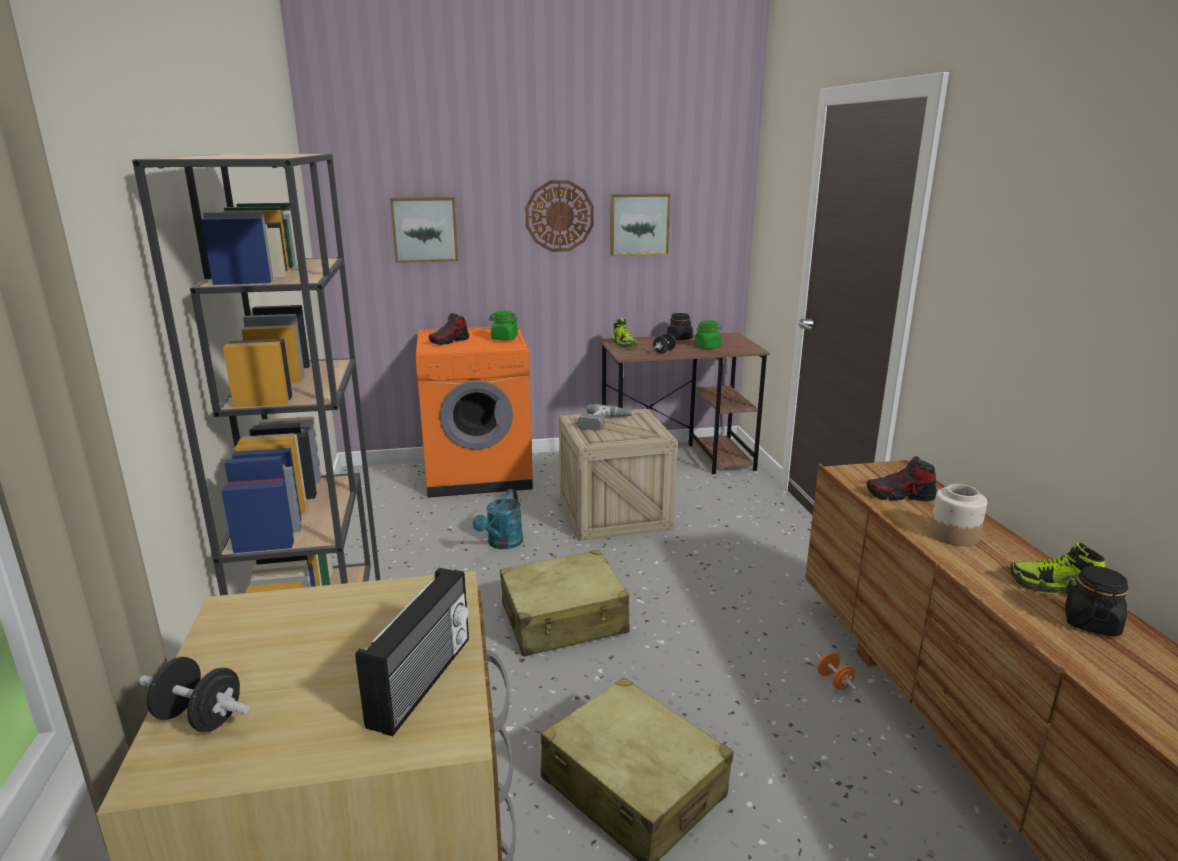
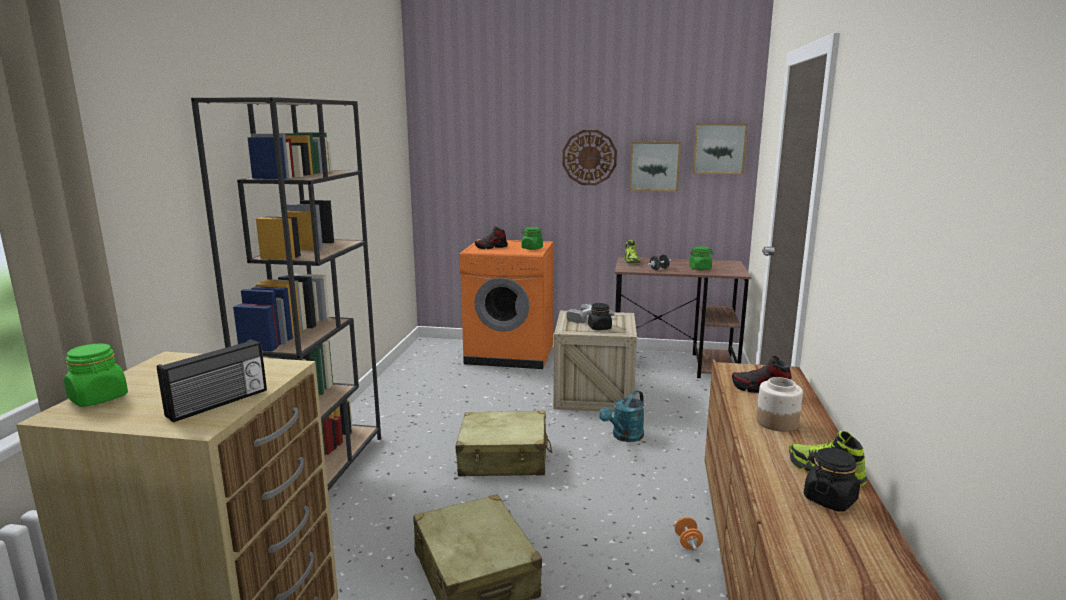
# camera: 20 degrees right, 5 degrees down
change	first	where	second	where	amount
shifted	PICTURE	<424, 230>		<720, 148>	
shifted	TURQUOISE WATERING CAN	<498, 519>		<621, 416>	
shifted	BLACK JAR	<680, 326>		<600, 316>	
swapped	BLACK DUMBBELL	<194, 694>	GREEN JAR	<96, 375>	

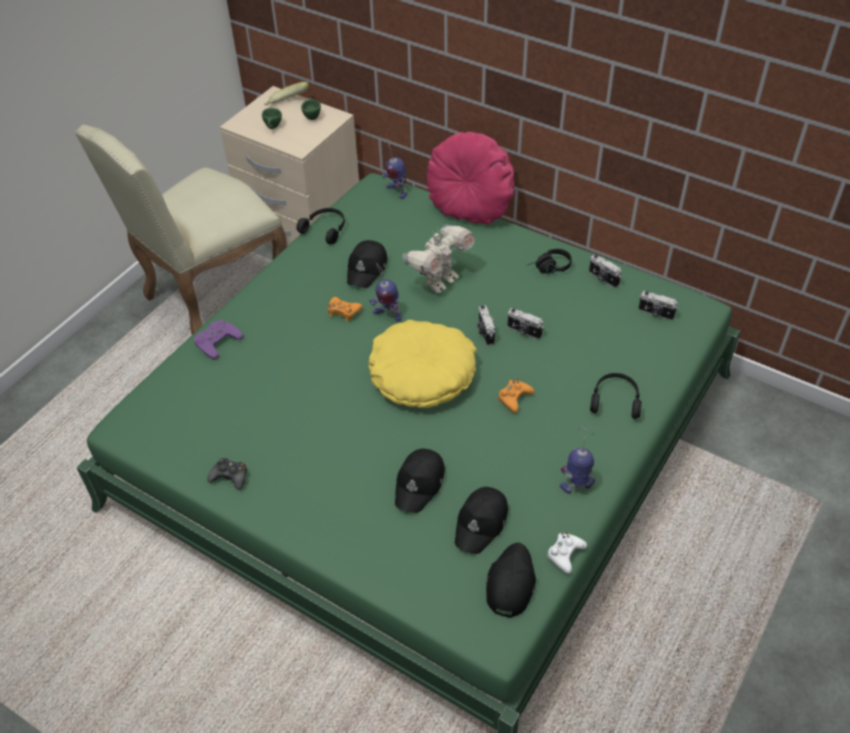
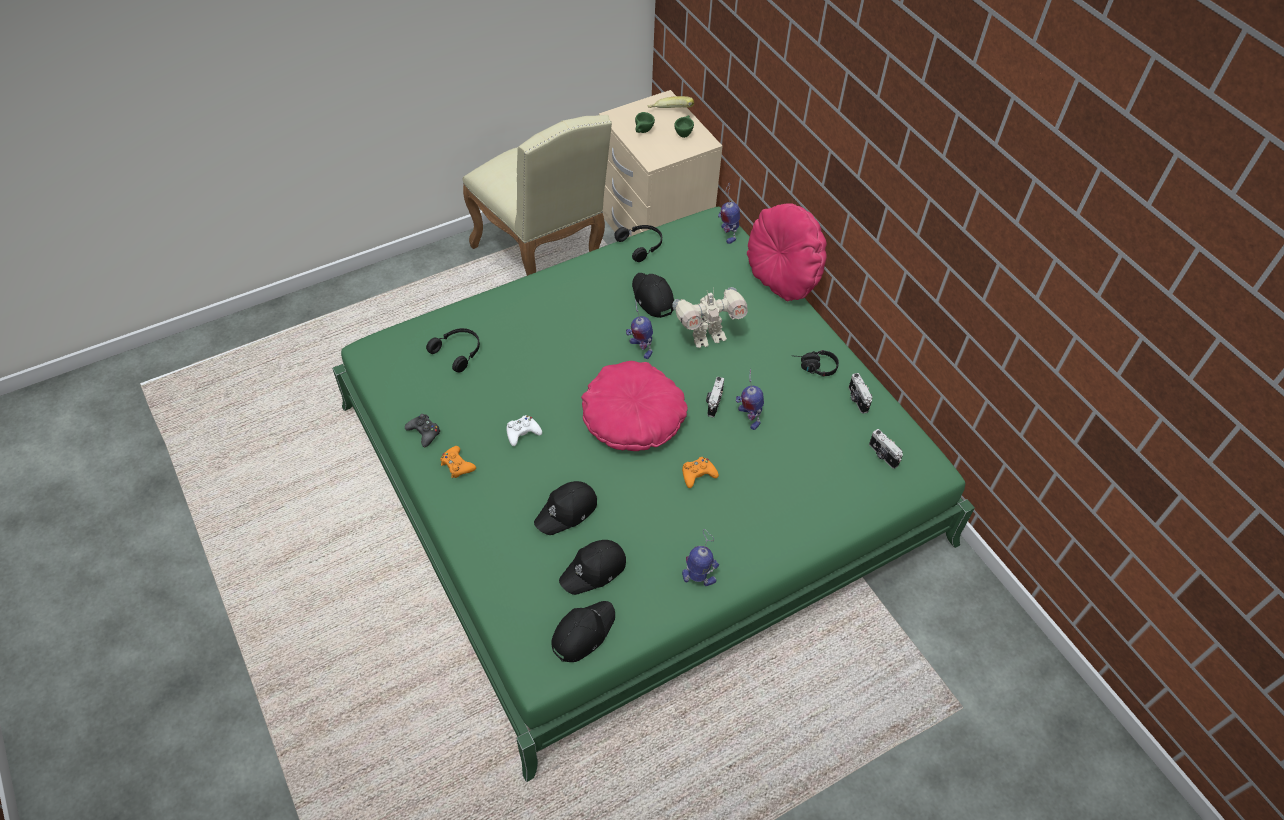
# camera: 25 degrees right, 5 degrees up
change	first	where	second	where	amount
gone	PURPLE GAME CONTROLLER	<218, 340>			
shifted	ORANGE GAME CONTROLLER	<345, 309>		<458, 462>	
shifted	WHITE GAME CONTROLLER	<567, 553>		<524, 430>	
shifted	BLACK HEADPHONES	<616, 396>		<453, 350>	
swapped	PHOTO CAMERA	<525, 323>	TOY ROBOT	<750, 399>	
repainted	YELLOW PILLOW	<423, 364>	PINK PILLOW	<634, 406>	
rotated	BEIGE CHAIR	<181, 230>		<537, 195>	105 degrees counterclockwise
rotated	BLACK CAP	<367, 264>		<653, 295>	105 degrees clockwise

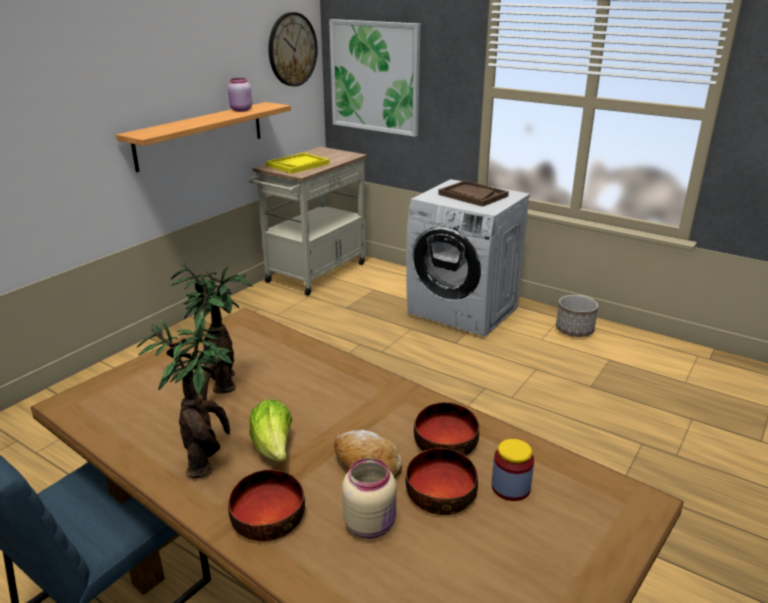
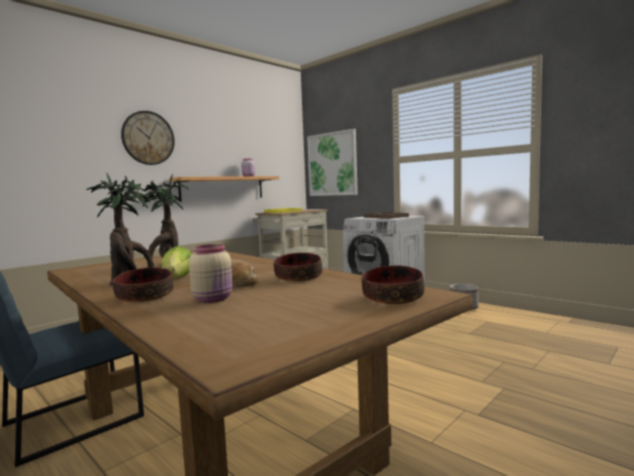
# camera: 10 degrees right, 20 degrees down
change	first	where	second	where	amount
gone	JAR	<513, 470>			
shifted	WALL CLOCK	<293, 49>		<148, 138>	
shifted	BOWL	<442, 481>		<393, 284>	

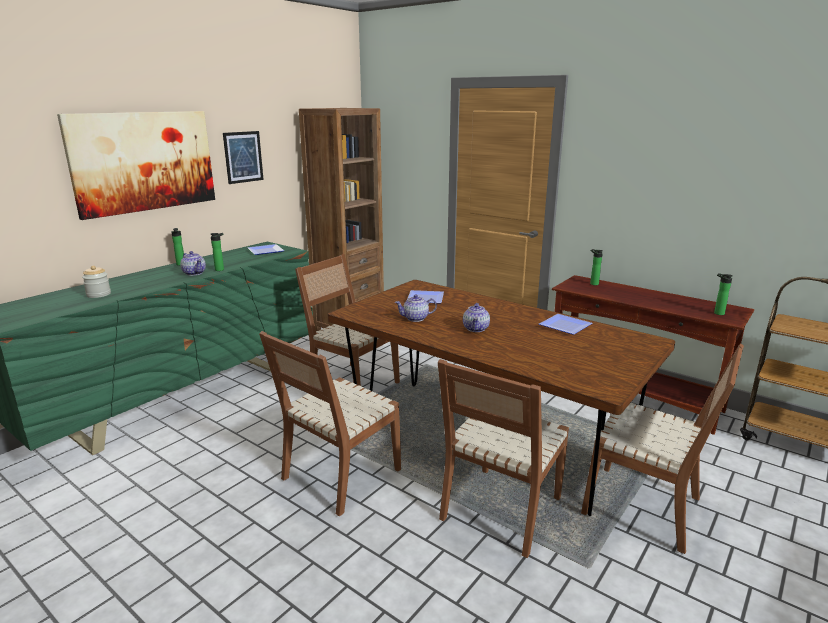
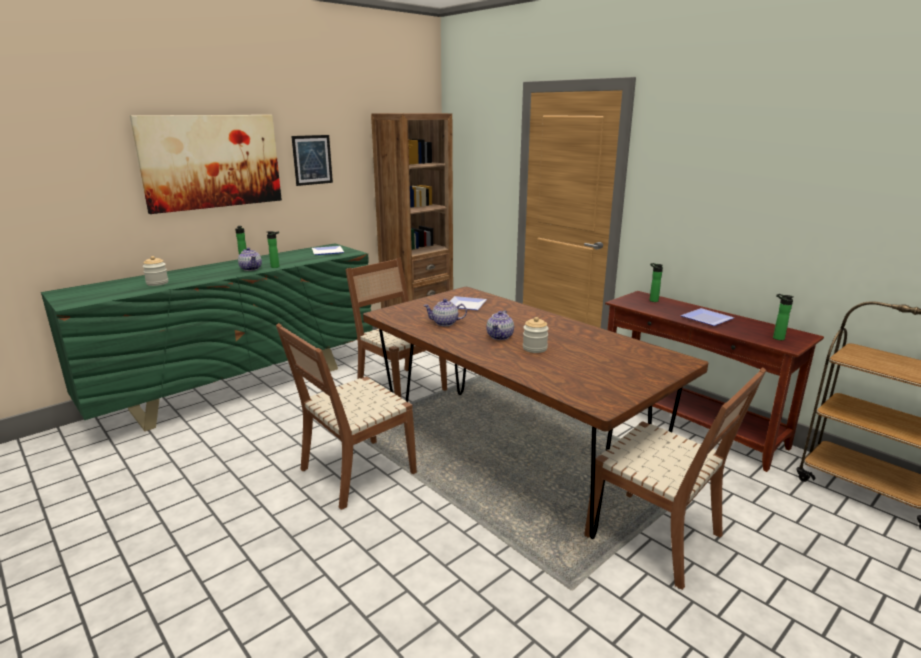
# camera: 10 degrees right, 0 degrees up
change	first	where	second	where	amount
gone	CHAIR	<503, 458>			
new			JAR	<536, 335>	
shifted	PLATE	<565, 324>		<707, 317>	

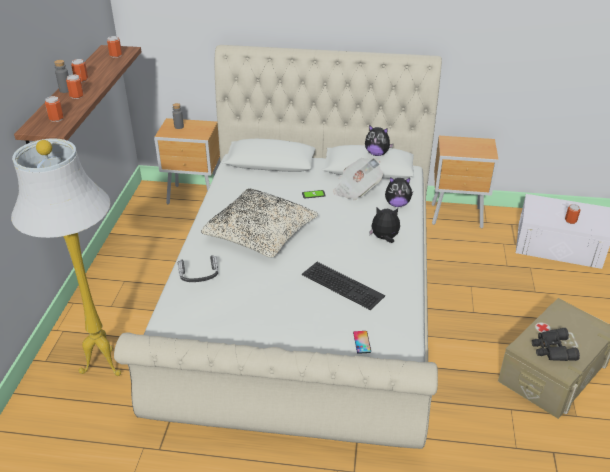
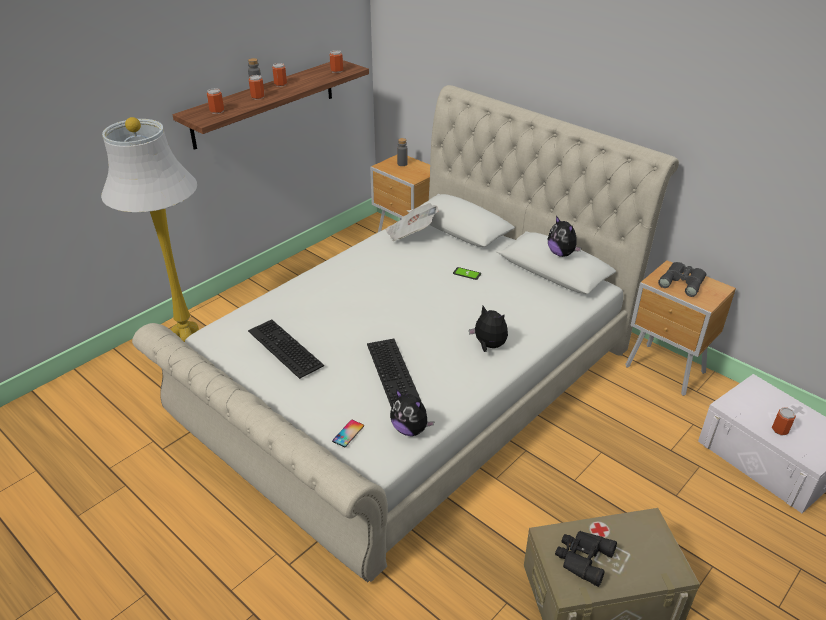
# camera: 35 degrees right, 0 degrees up
change	first	where	second	where	amount
gone	HEADPHONES	<198, 268>			
gone	BEIGE PILLOW	<259, 223>			
new			KEYBOARD	<286, 349>	
new			GREY BINOCULARS	<682, 279>	
shifted	NEWSPAPER	<358, 179>		<412, 222>	
shifted	PLUSH TOY	<399, 192>		<412, 412>	

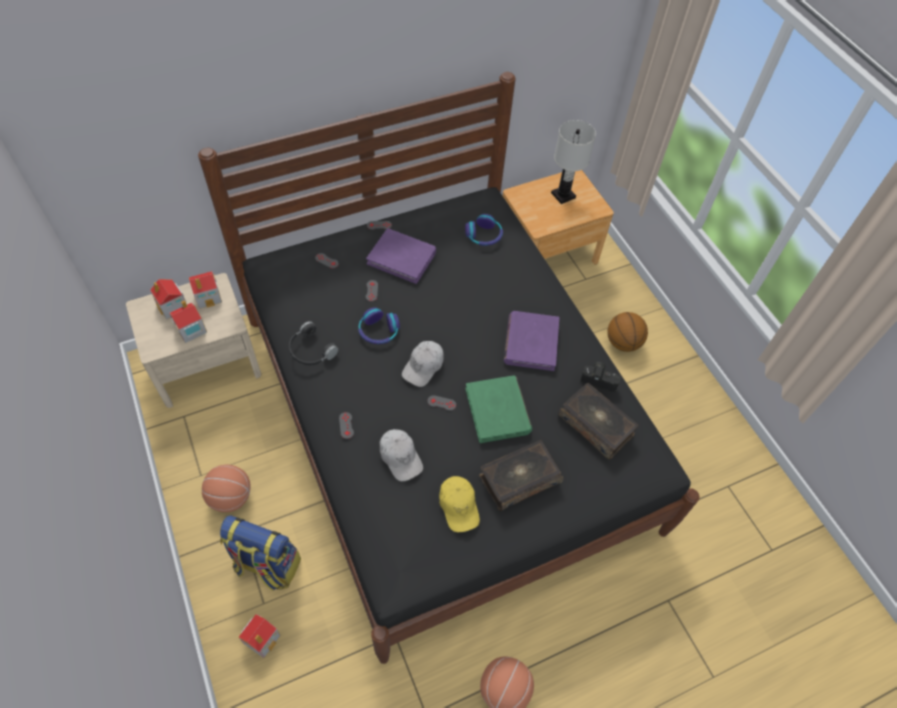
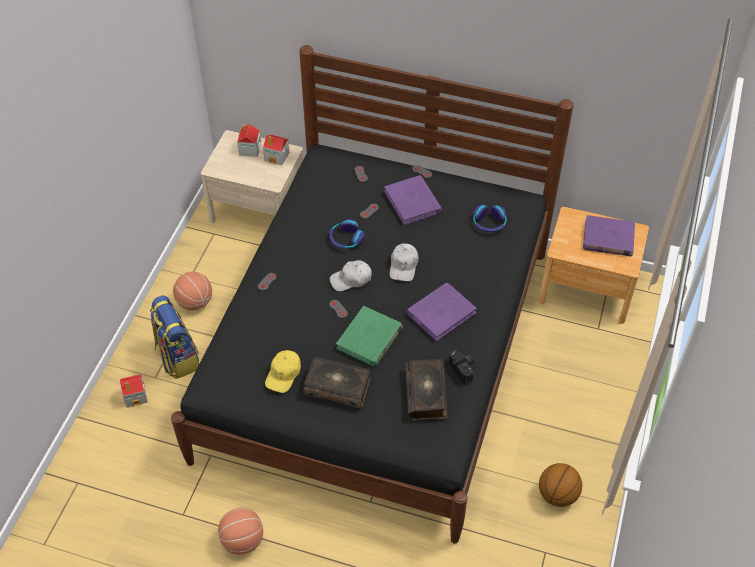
# camera: 45 degrees right, 5 degrees down
change	first	where	second	where	amount
gone	TOY HOUSE	<188, 321>			
gone	BLACK HEADPHONES	<313, 343>			
shifted	WHITE CAP	<401, 455>		<404, 262>	
shifted	BASKETBALL	<628, 332>		<560, 485>	
swapped	WHITE TABLE LAMP	<573, 162>	PURPLE BOOK	<609, 235>	

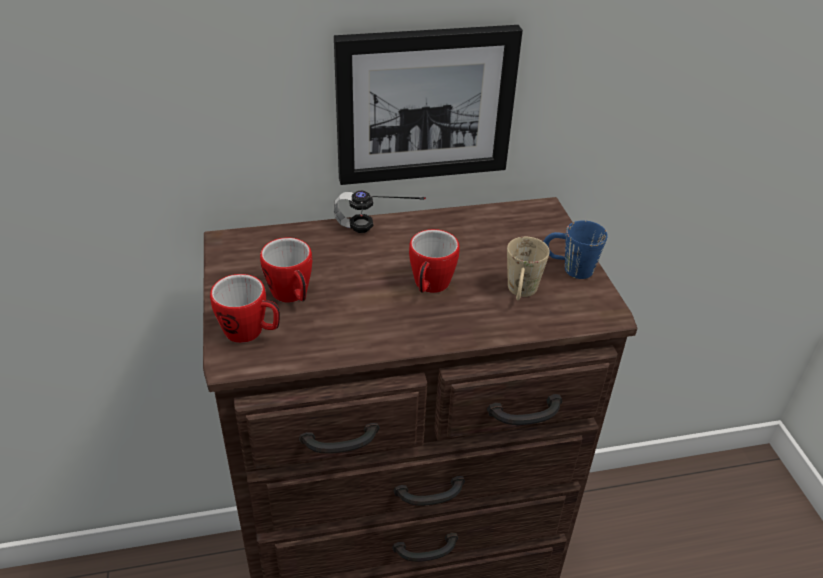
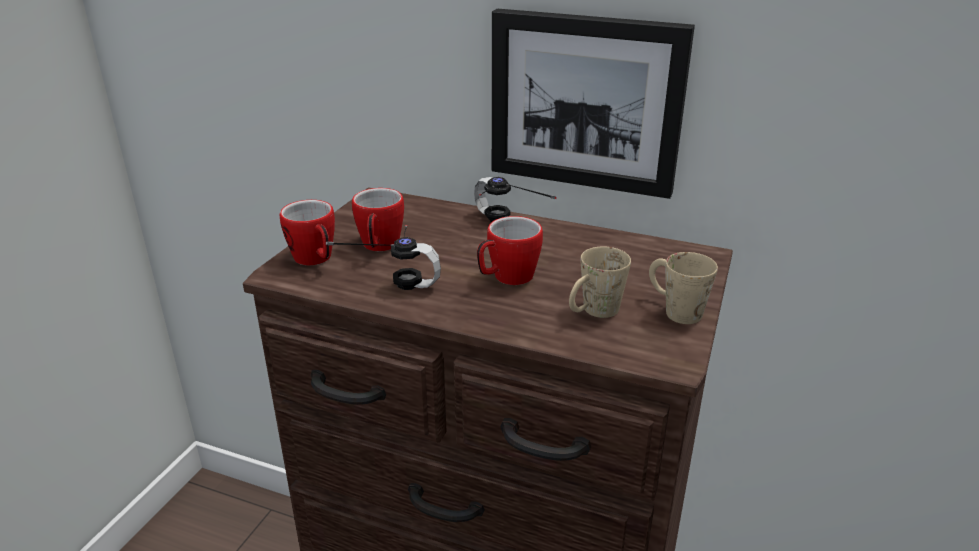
# camera: 35 degrees right, 10 degrees down
change	first	where	second	where	amount
new			HEADPHONES	<383, 257>	
repainted	BLUE MUG	<575, 249>	BEIGE MUG	<683, 288>	

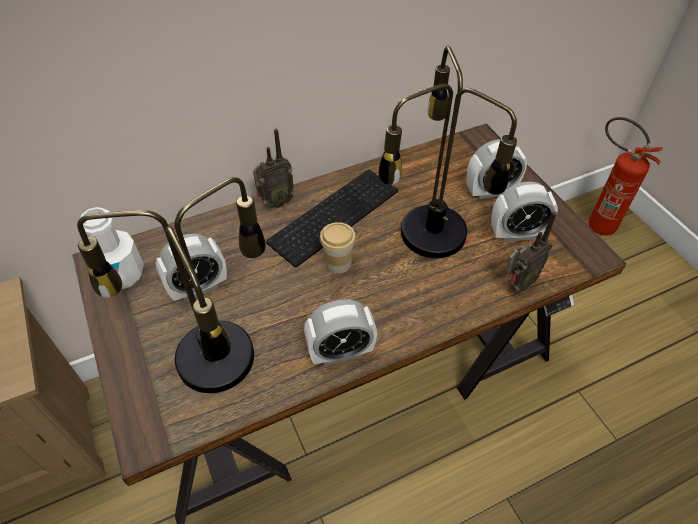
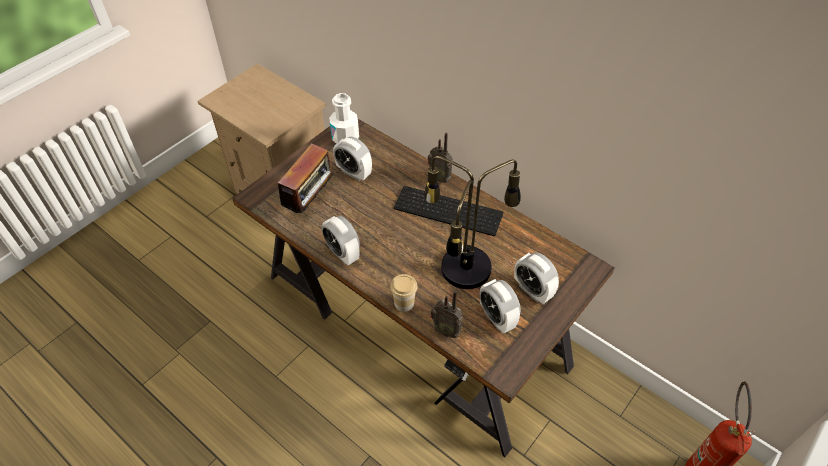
# camera: 65 degrees right, 0 degrees up
change	first	where	second	where	amount
shifted	CUP	<338, 248>		<403, 293>	
swapped	TABLE LAMP	<171, 285>	RADIO	<304, 179>	

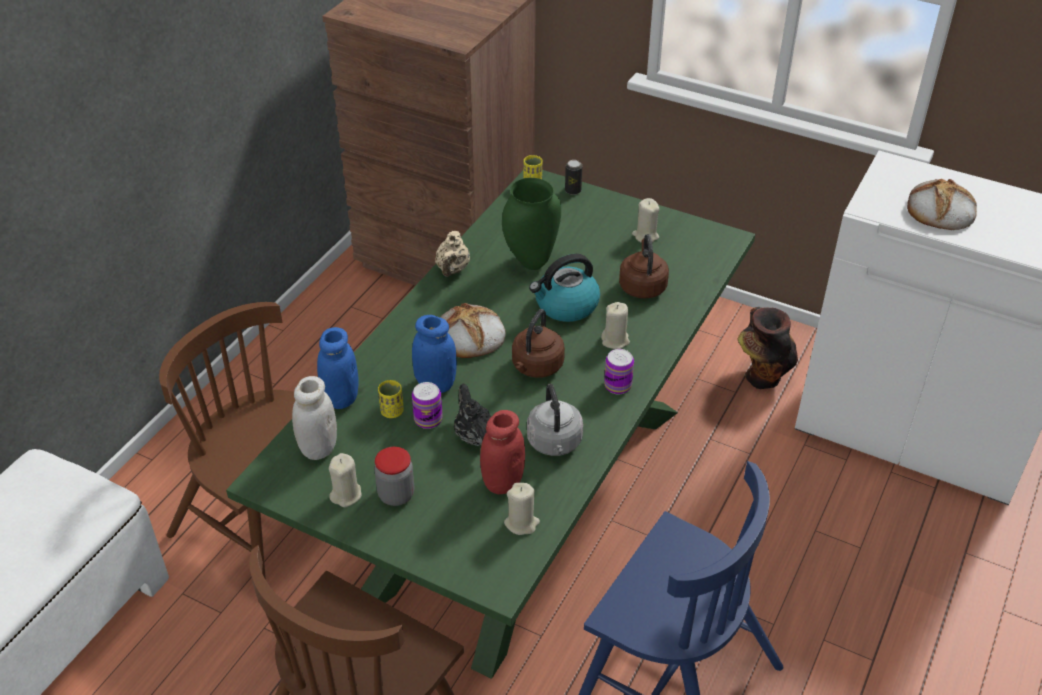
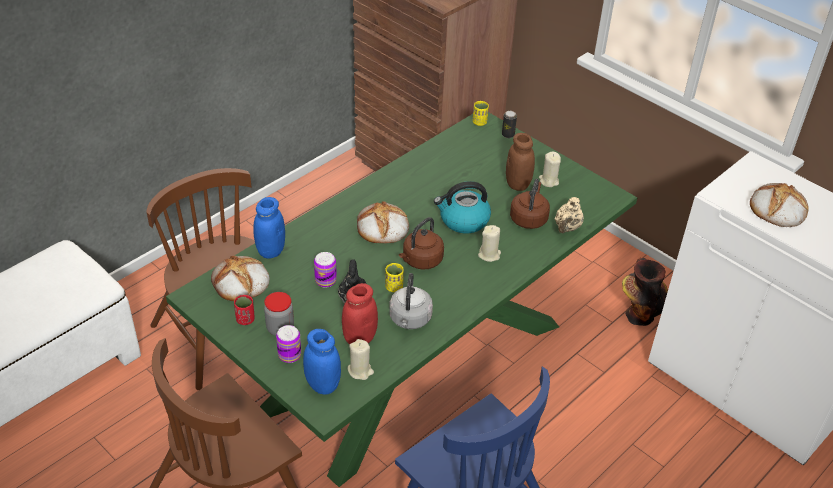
# camera: 15 degrees right, 0 degrees up
change	first	where	second	where	amount
gone	GREEN VASE	<531, 224>			
new			BROWN JAR	<520, 162>	
shifted	YELLOW CUP	<391, 399>		<394, 277>	
shifted	BLUE JAR	<434, 354>		<322, 362>	
shifted	BEIGE TEAPOT	<452, 254>		<569, 215>	
shifted	CAN	<619, 371>		<288, 344>	
swapped	WHITE JAR	<314, 418>	BREAD	<240, 278>	
swapped	BEIGE CANDLE	<345, 480>	RED CUP	<244, 310>	

